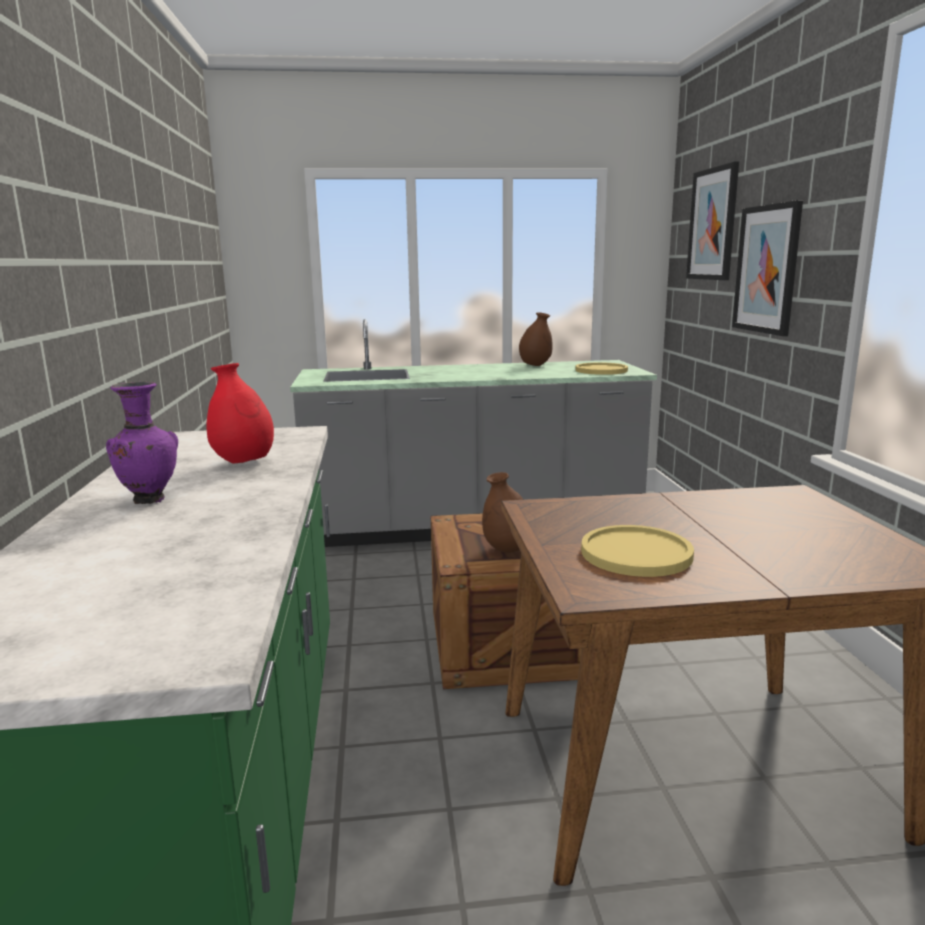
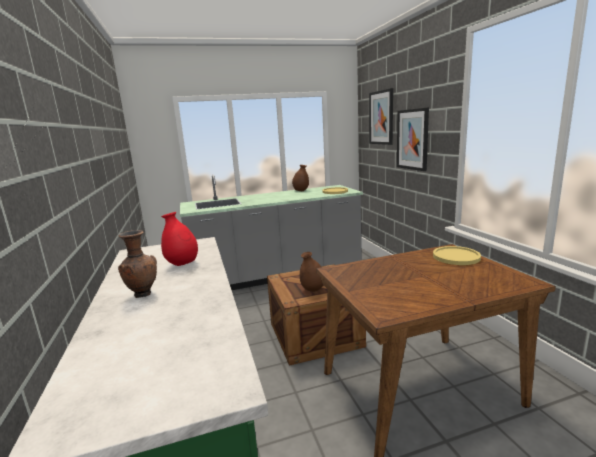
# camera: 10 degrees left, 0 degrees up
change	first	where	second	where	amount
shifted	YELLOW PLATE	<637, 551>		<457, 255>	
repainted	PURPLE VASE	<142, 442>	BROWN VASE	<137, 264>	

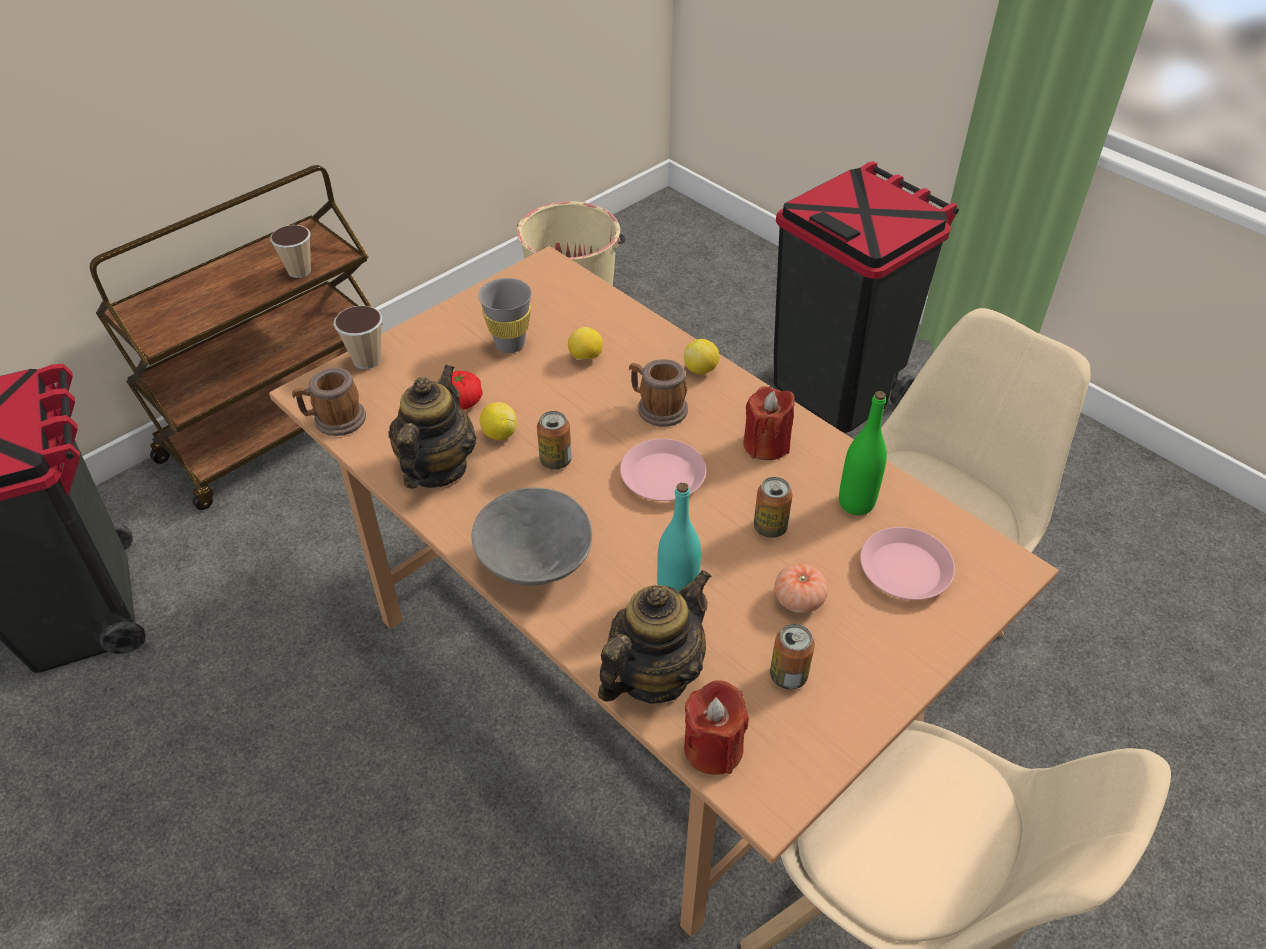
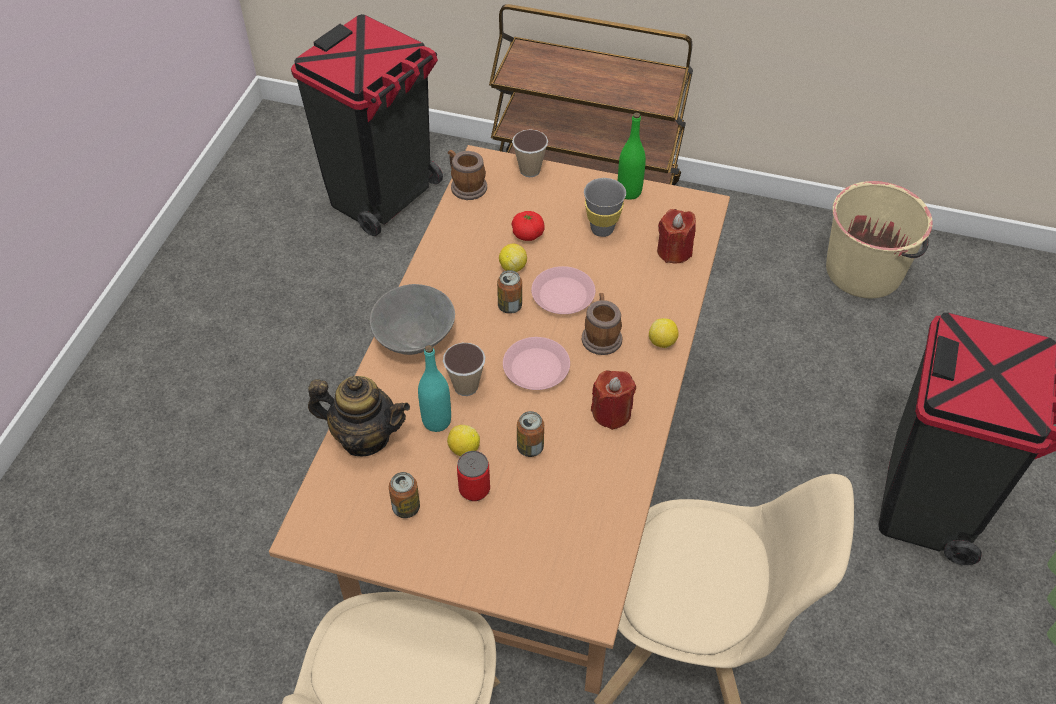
# camera: 60 degrees right, 5 degrees up
change	first	where	second	where	amount
gone	TEAPOT	<432, 426>			
shifted	CUP	<290, 251>		<464, 369>	
shifted	LEMON	<585, 343>		<463, 440>	
shifted	RED CANDLE	<716, 727>		<676, 236>	
shifted	GREEN BOTTLE	<863, 453>		<632, 156>	
shifted	PINK PLATE	<907, 563>		<563, 290>	
swapped	TOMATO	<801, 588>	CAN	<473, 476>	

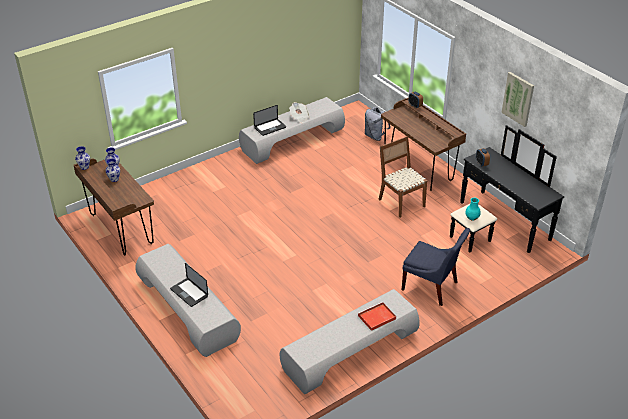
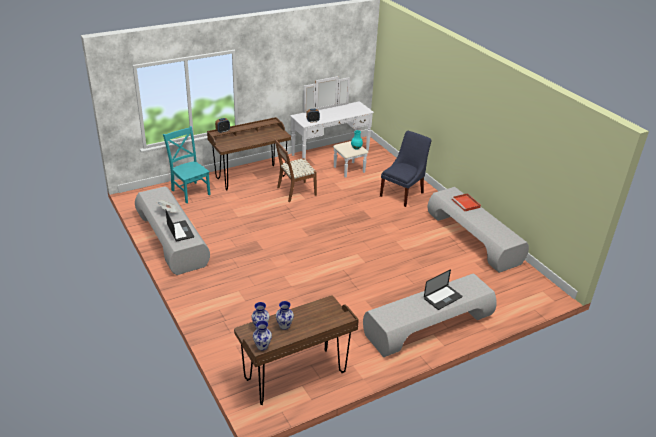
# camera: 85 degrees left, 5 degrees down
change	first	where	second	where	amount
gone	PICTURE	<517, 99>			
swapped	GREY BACKPACK	<378, 124>	TURQUOISE CHAIR	<187, 164>	
repainted	BLACK DRESSER	<507, 189>	WHITE DRESSER	<332, 127>	

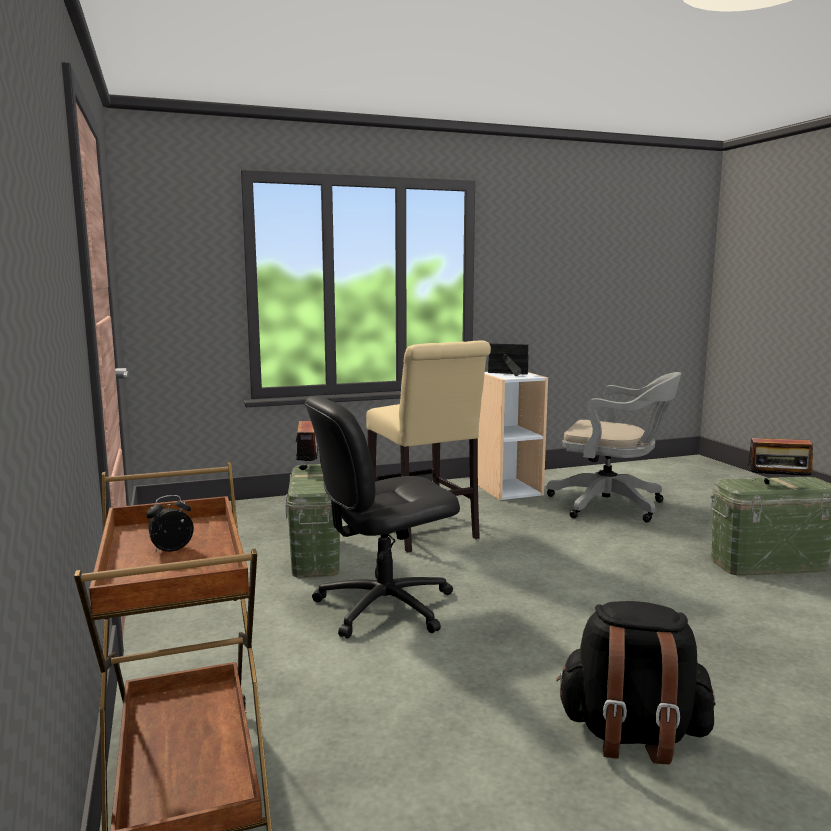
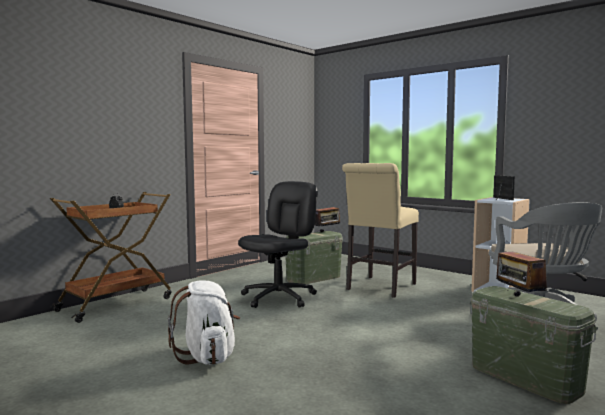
# camera: 60 degrees right, 5 degrees down
change	first	where	second	where	amount
repainted	BLACK BACKPACK	<636, 682>	WHITE BACKPACK	<204, 322>	
rotated	BLACK OFFICE CHAIR	<382, 517>		<278, 244>	90 degrees clockwise

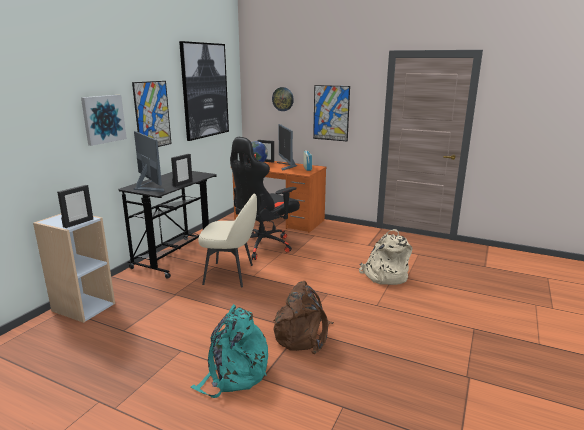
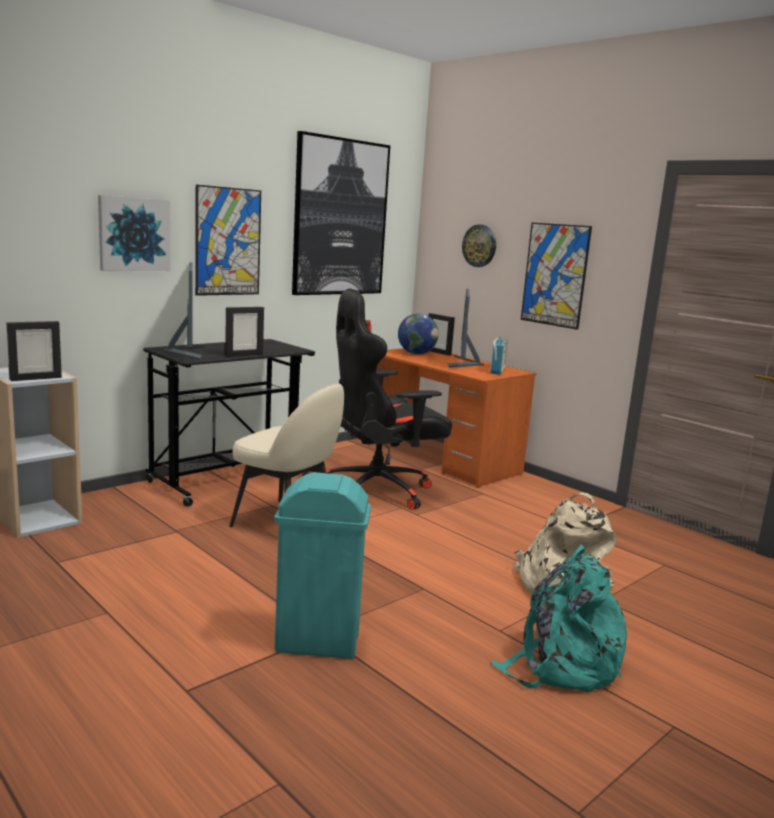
# camera: 20 degrees right, 5 degrees down
change	first	where	second	where	amount
shifted	TURQUOISE BACKPACK	<229, 351>		<558, 618>	
swapped	BROWN BACKPACK	<303, 317>	TURQUOISE TRASH CAN	<322, 565>	

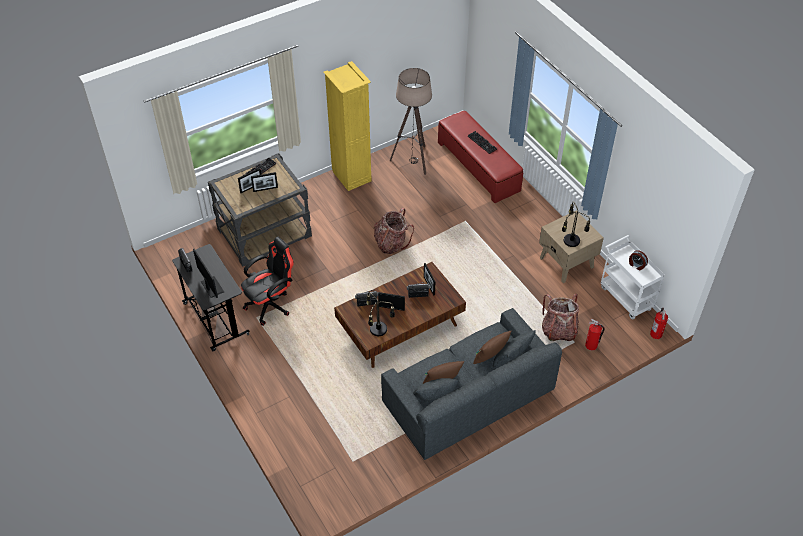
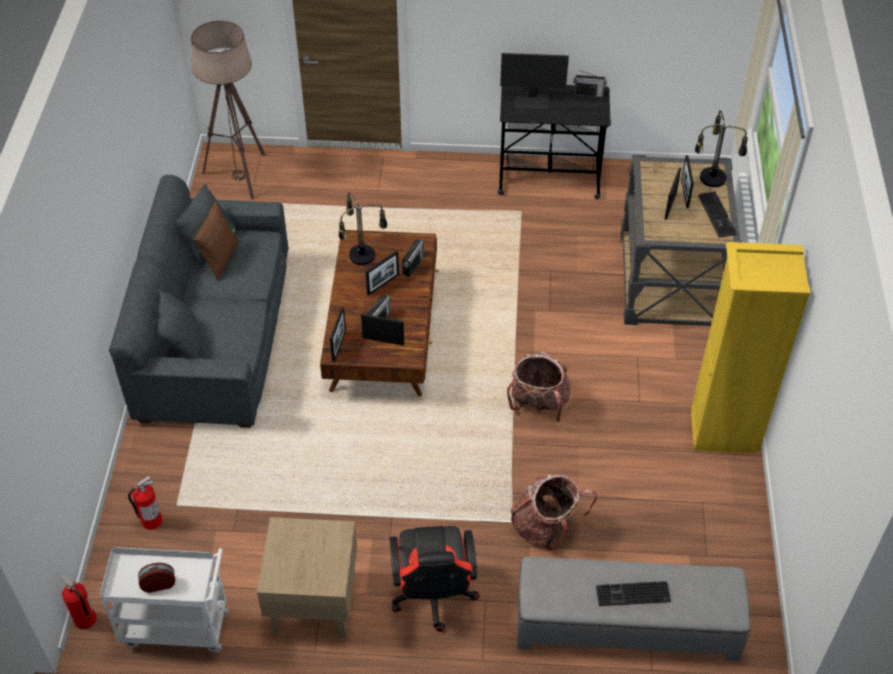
# camera: 125 degrees right, 0 degrees up
change	first	where	second	where	amount
gone	BROWN PILLOW	<492, 347>			
new			PICTURE FRAME	<338, 334>	
shifted	BLACK OFFICE CHAIR	<267, 281>		<434, 579>	
shifted	FLOOR LAMP	<411, 121>		<228, 110>	
shifted	BACKPACK	<560, 317>		<554, 512>	
shifted	TABLE LAMP	<576, 224>		<721, 148>	
repainted	RED BENCH	<480, 157>	GREY BENCH	<634, 609>	

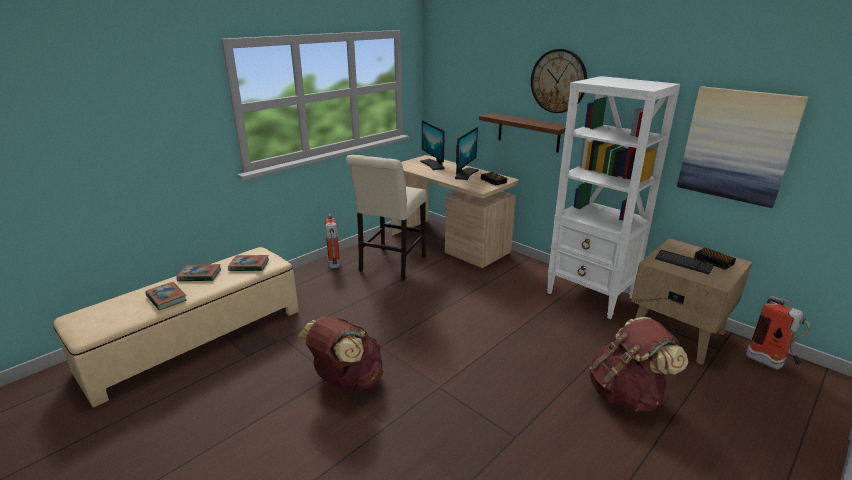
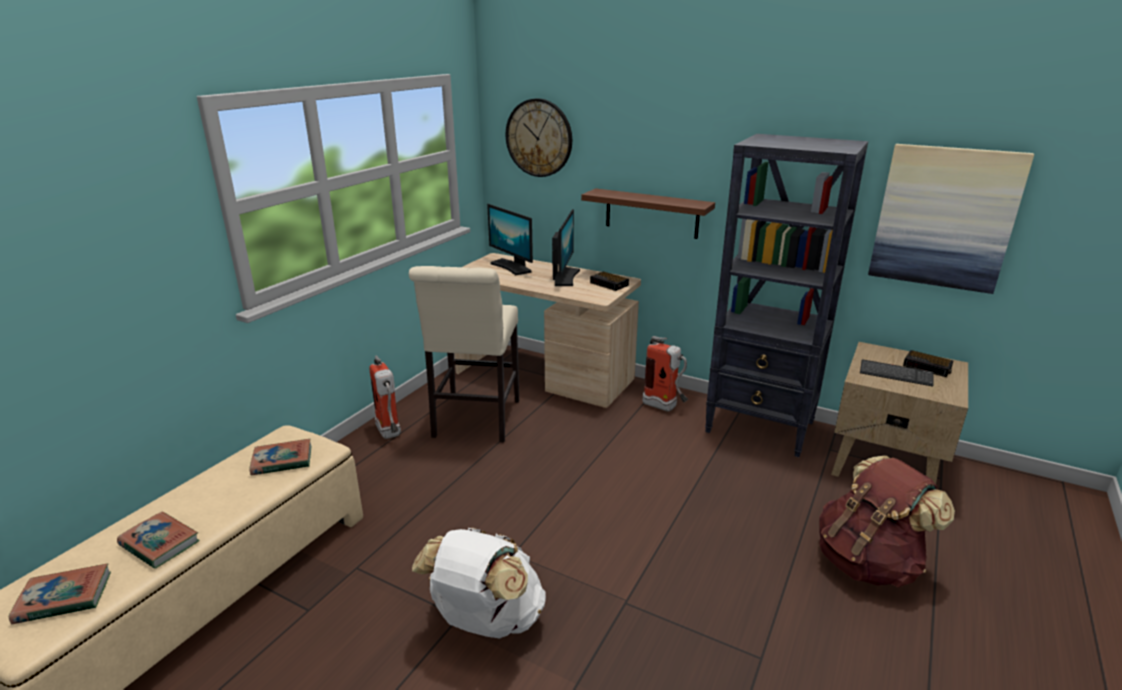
# camera: 15 degrees left, 0 degrees up
change	first	where	second	where	amount
shifted	BOOK	<199, 272>		<60, 593>	
shifted	WALL CLOCK	<559, 81>		<539, 137>	
shifted	FIRE EXTINGUISHER	<778, 333>		<665, 374>	
repainted	BROWN BACKPACK	<340, 353>	WHITE BACKPACK	<479, 583>	
repainted	WHITE BOOKCASE	<613, 197>	BLACK BOOKCASE	<786, 295>	

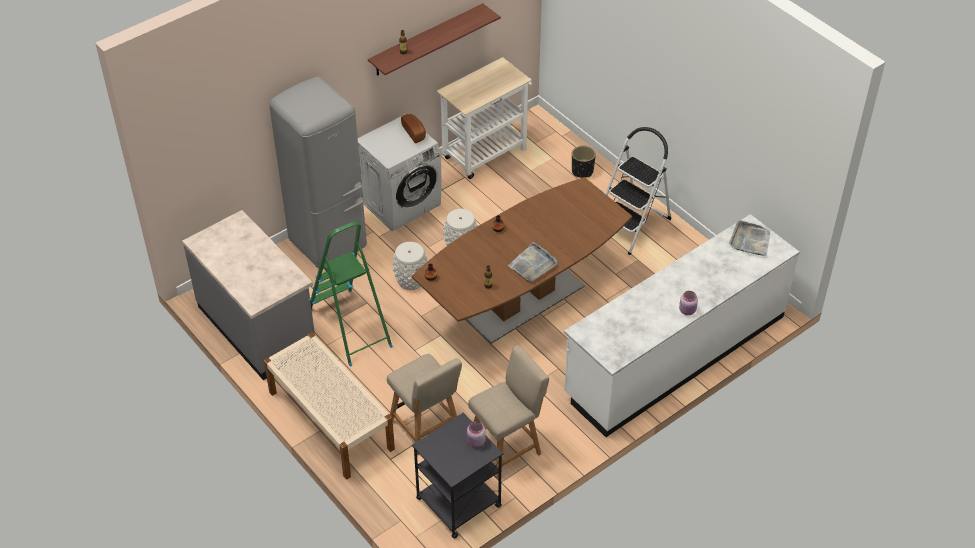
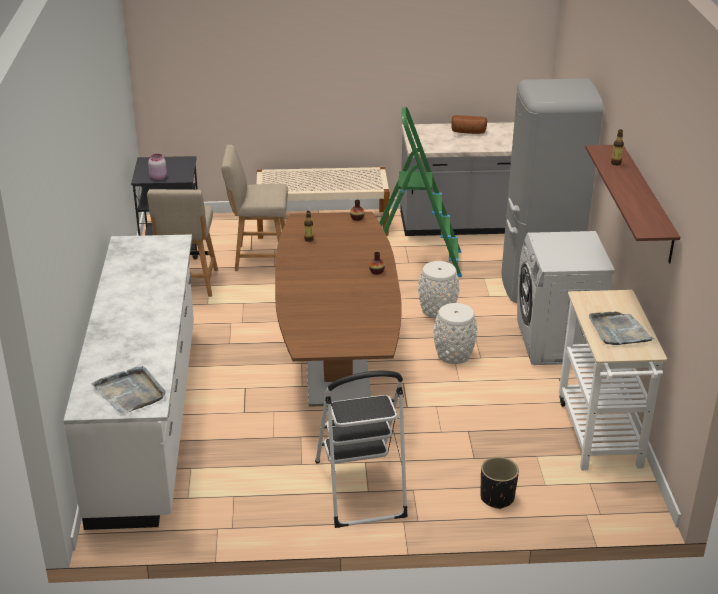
# camera: 125 degrees right, 15 degrees down
change	first	where	second	where	amount
gone	PINK JAR	<688, 303>			
shifted	BREAD	<413, 128>		<469, 124>	
shifted	GREY TRAY	<532, 262>		<621, 328>	

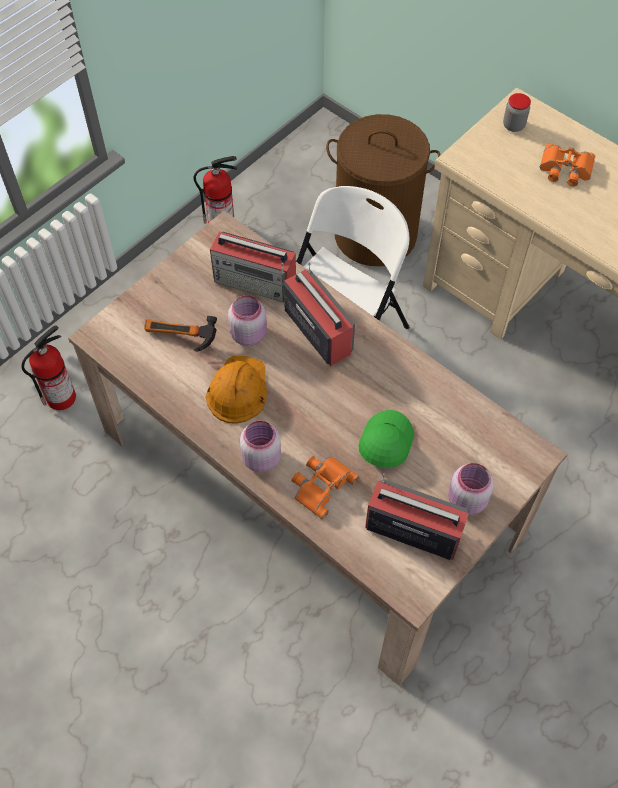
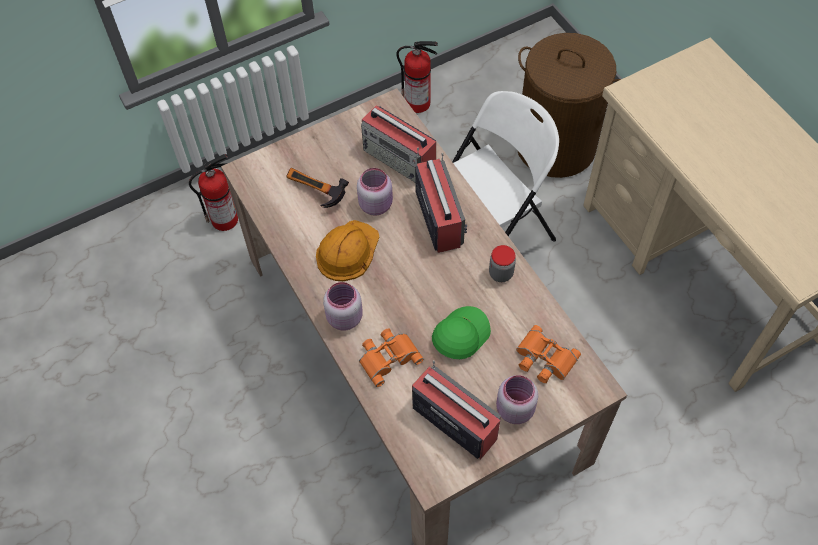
# camera: 20 degrees right, 0 degrees up
change	first	where	second	where	amount
shifted	JAR	<517, 112>		<502, 263>	
shifted	ORANGE BINOCULARS	<567, 164>		<548, 354>	

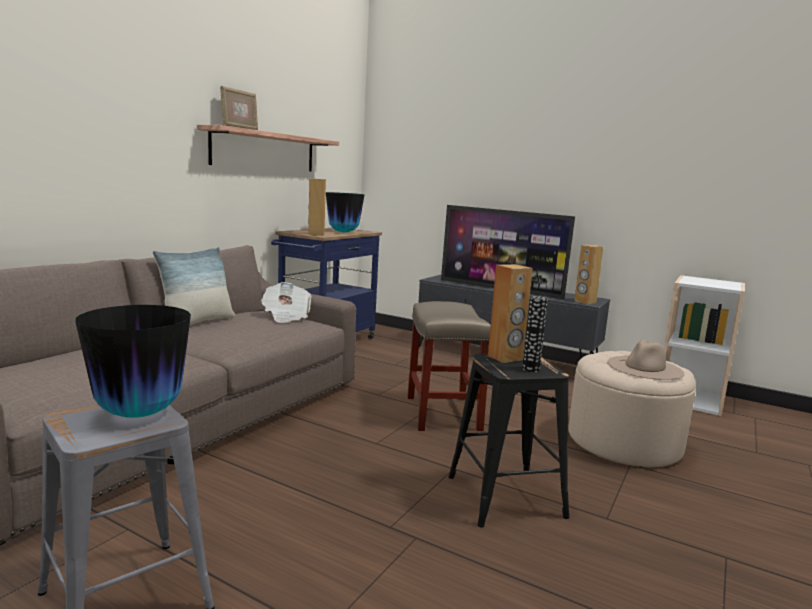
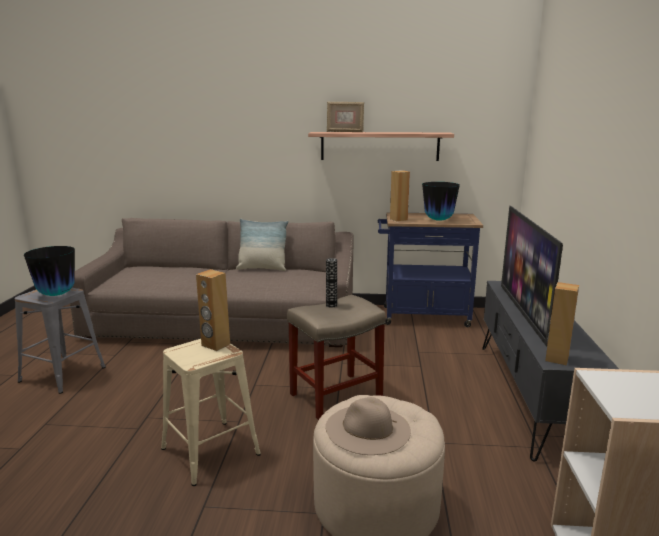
# camera: 65 degrees right, 5 degrees up
change	first	where	second	where	amount
gone	NEWSPAPER	<286, 302>			
shifted	VASE	<535, 334>		<331, 283>	
repainted	BLACK STOOL	<508, 440>	BEIGE STOOL	<211, 412>	

